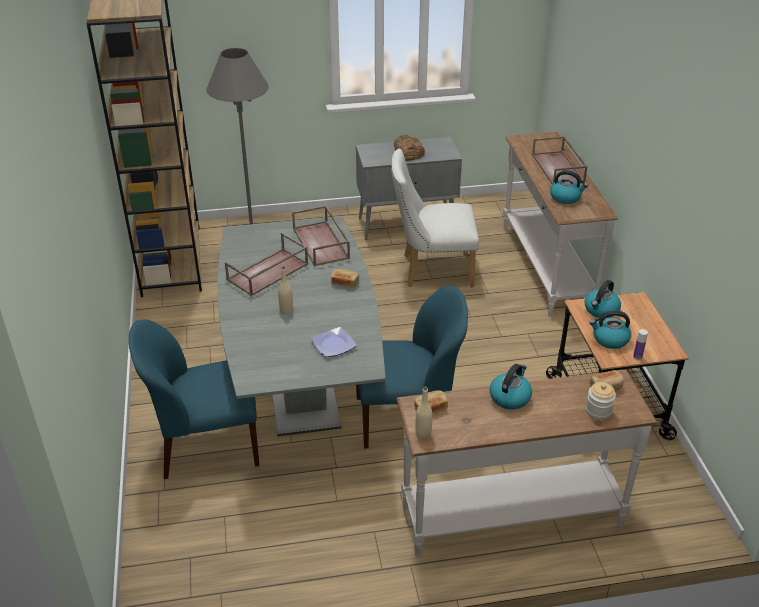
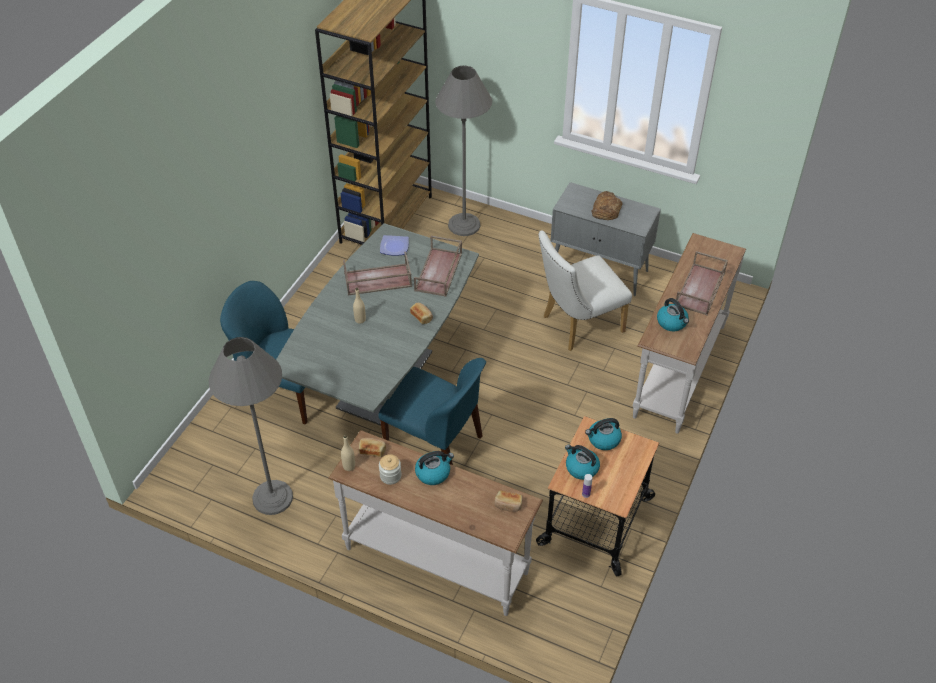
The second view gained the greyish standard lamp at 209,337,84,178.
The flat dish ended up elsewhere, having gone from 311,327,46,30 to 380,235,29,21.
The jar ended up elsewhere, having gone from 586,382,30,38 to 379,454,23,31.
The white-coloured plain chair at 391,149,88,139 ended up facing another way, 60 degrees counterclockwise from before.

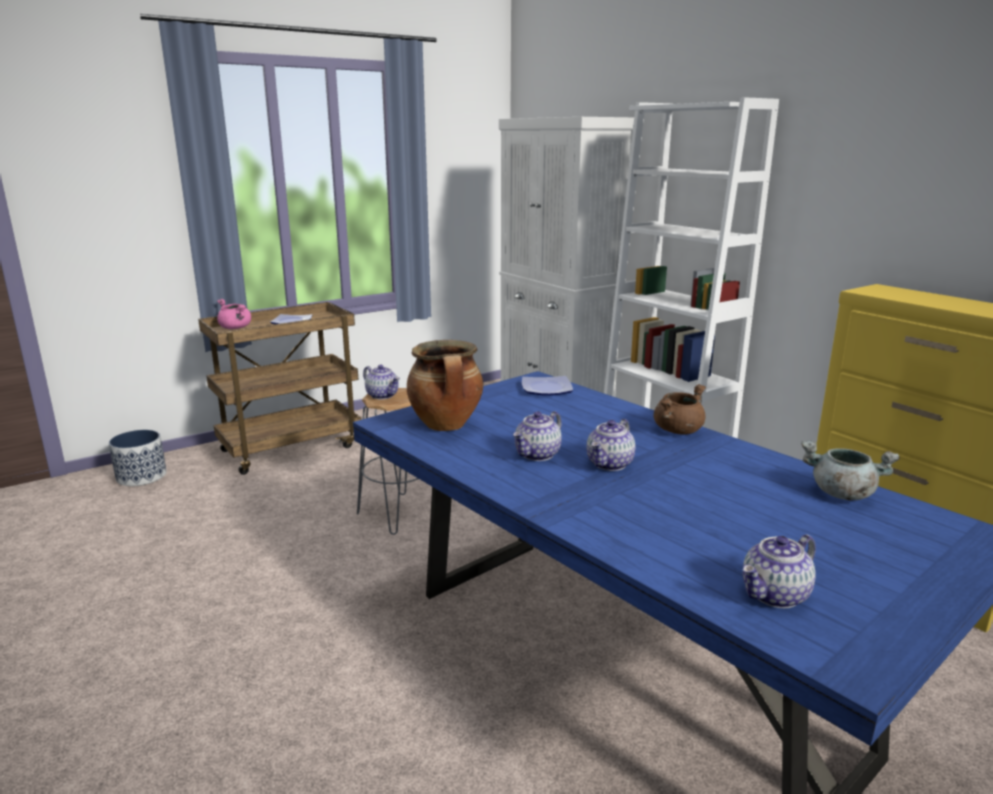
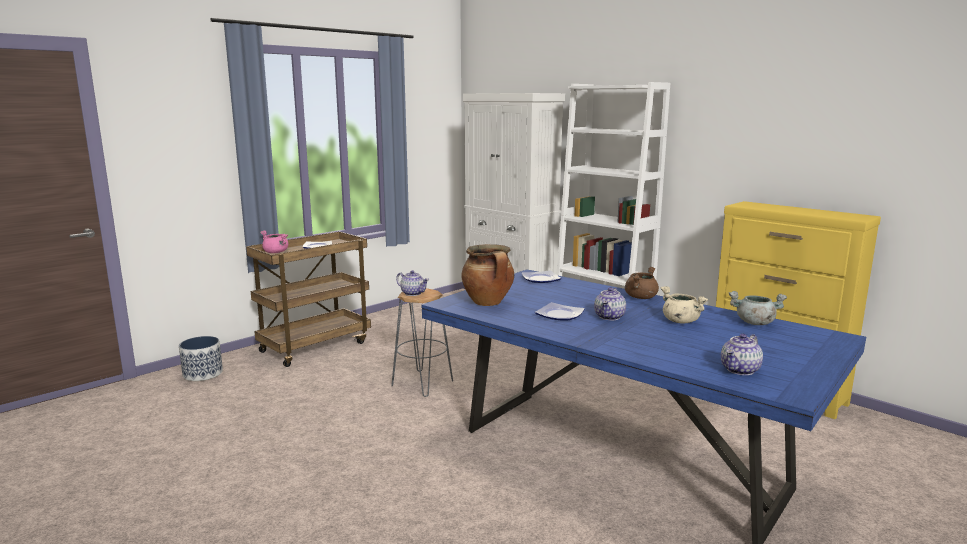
The second view gained the beige saucepot at 660,286,48,38.
Where the tea pot stood at 513,411,49,50, the flat dish came to stand at 535,302,50,19.

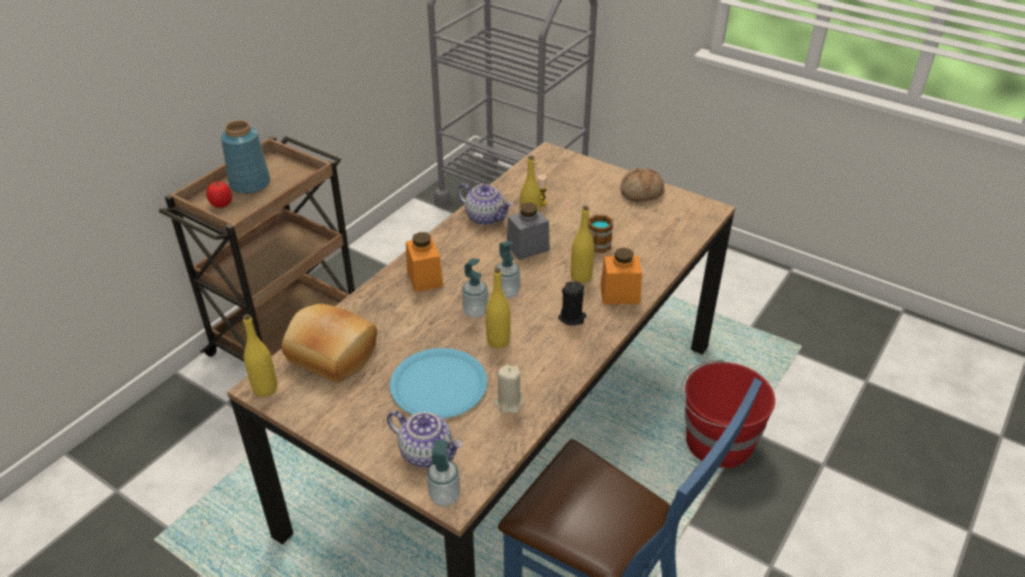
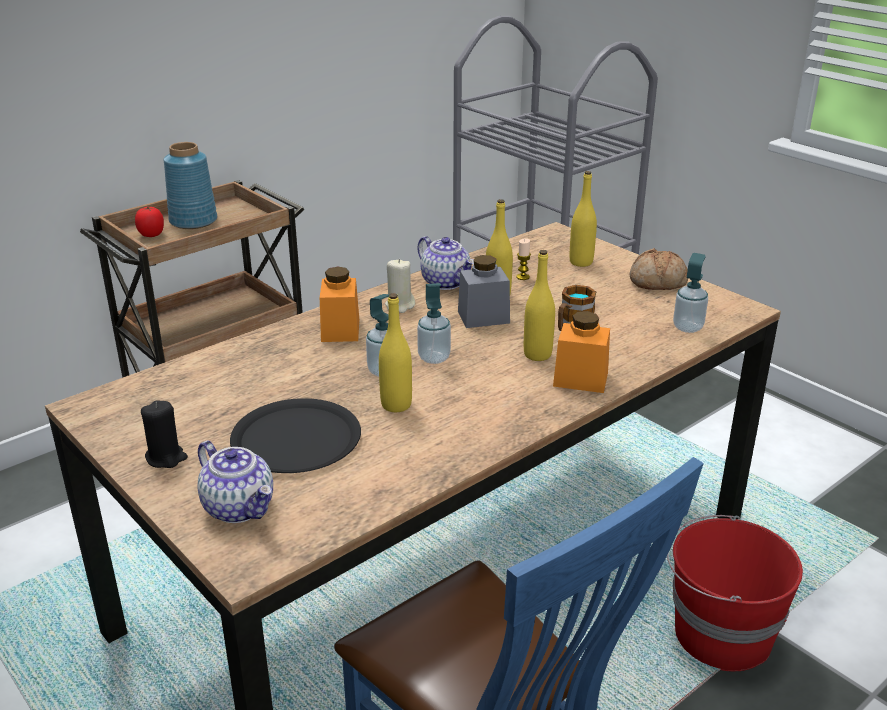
The second view lost the bakery bread at 282,304,95,79.
The yellow bottle ended up elsewhere, having gone from 243,314,34,83 to 570,171,27,96.
The soap bottle ended up elsewhere, having gone from 427,439,33,67 to 673,253,35,80.
The beige wax candle ended up elsewhere, having gone from 495,364,29,50 to 385,259,30,54.
The black-coloured wax candle ended up elsewhere, having gone from 558,282,28,44 to 141,401,47,67.
What was the blue flat dish at 390,348,97,71 turned into the black-coloured flat dish at 230,398,131,75.

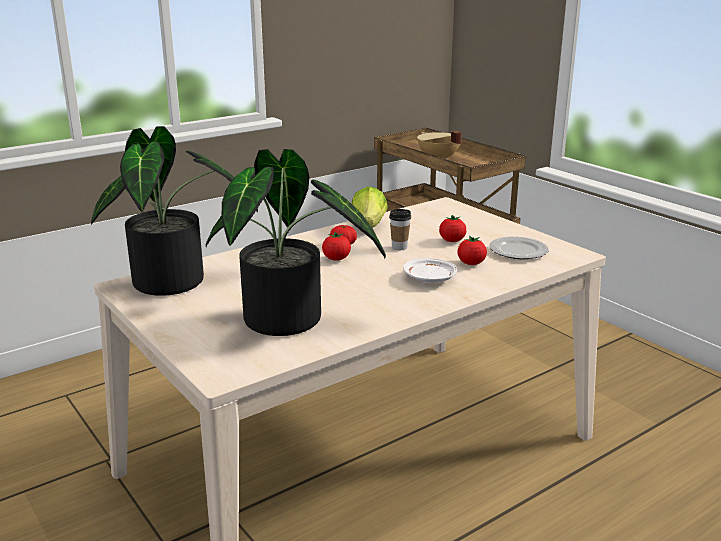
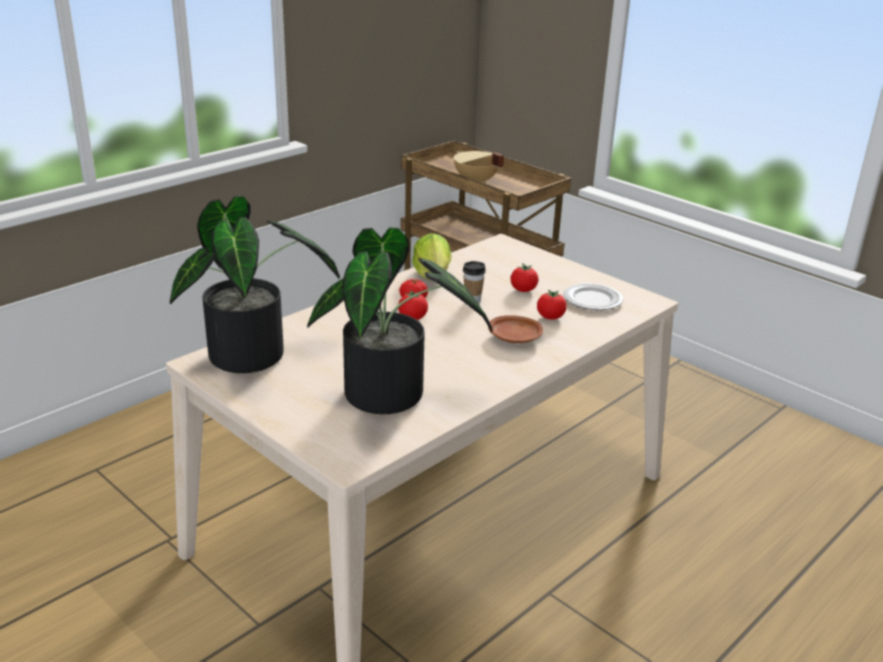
What was the white-coloured flat dish at 403,258,54,25 turned into the brown flat dish at 488,315,55,28.

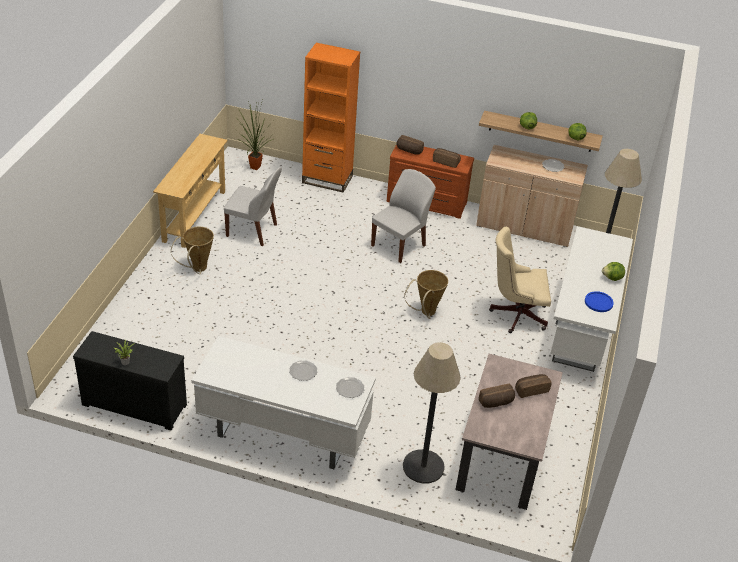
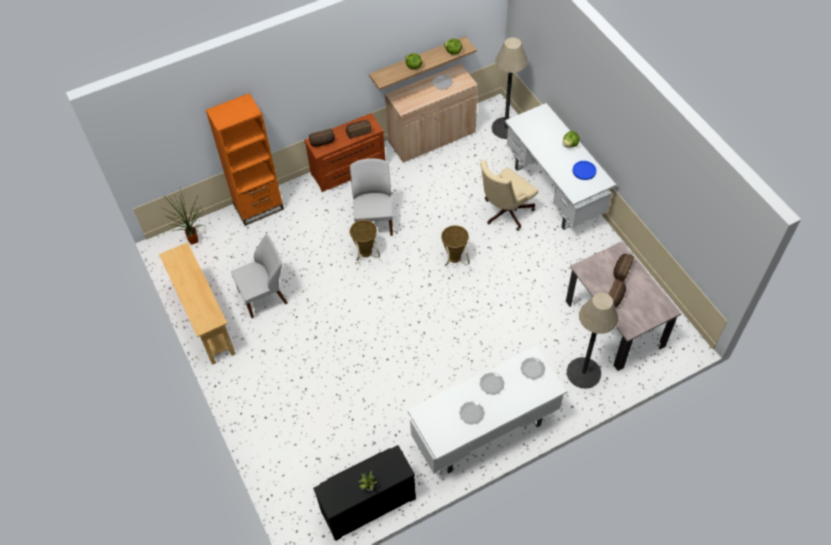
The second view gained the flat dish at 459,401,26,24.
The basket ended up elsewhere, having gone from 171,227,43,47 to 350,220,30,41.

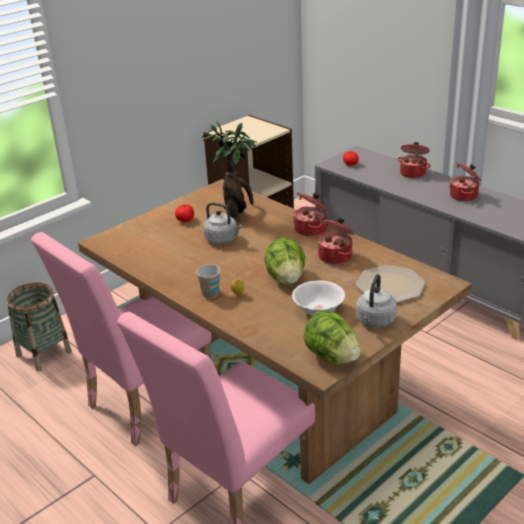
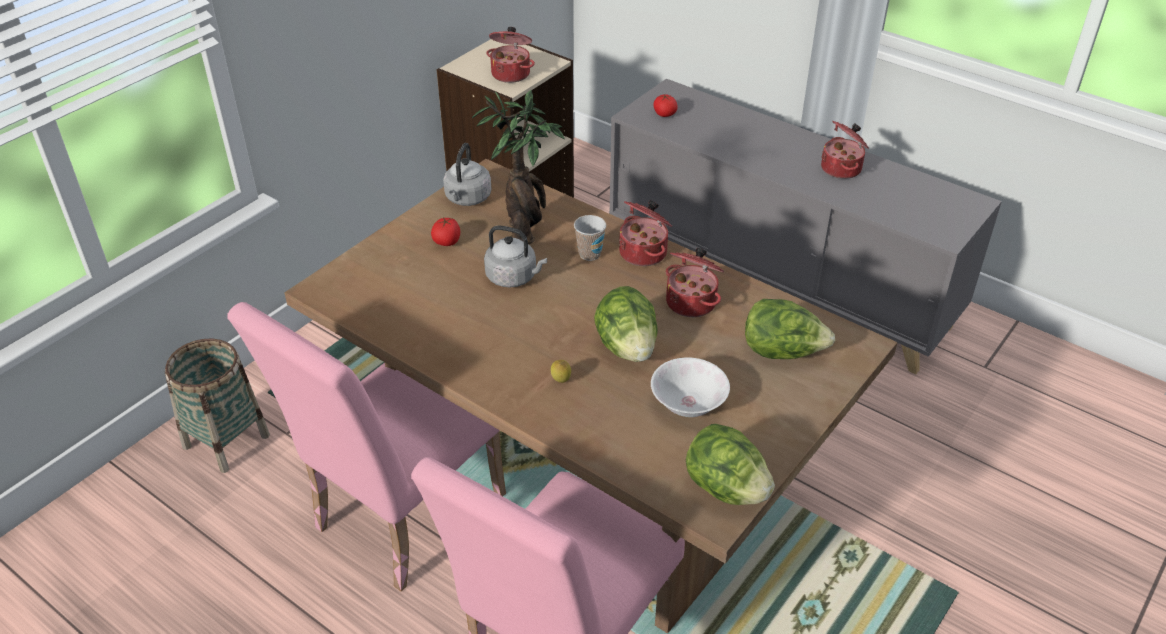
The cup ended up elsewhere, having gone from 196,264,25,35 to 574,215,32,46.
The greyish kettle ended up elsewhere, having gone from 356,274,41,54 to 443,143,48,63.
The saucepot ended up elsewhere, having gone from 397,142,34,36 to 486,27,49,56.
Where the flat dish stood at 356,265,69,38, the head of lettuce came to stand at 745,299,90,60.

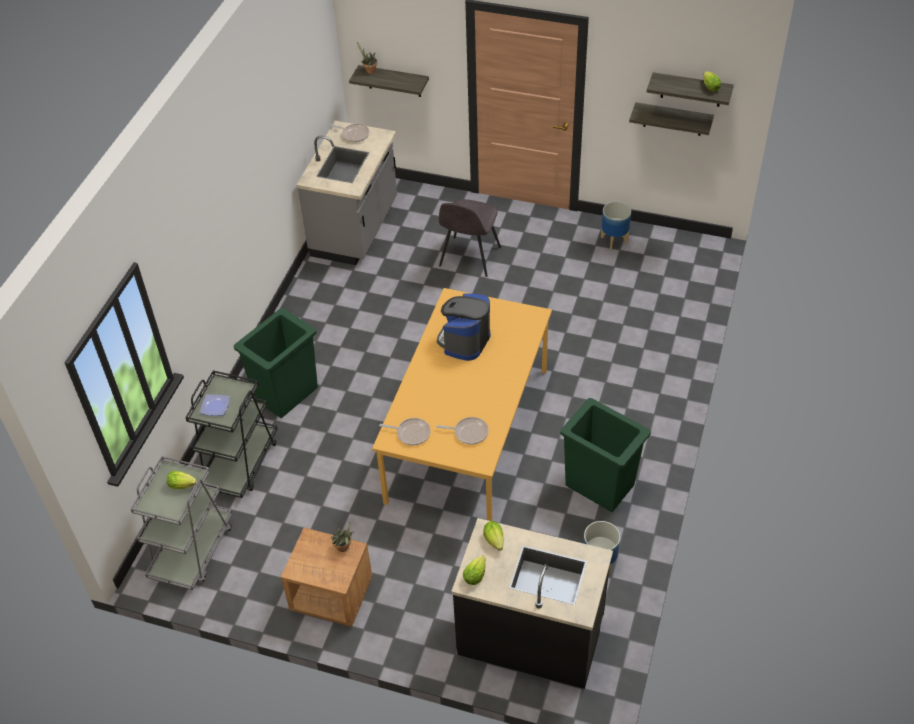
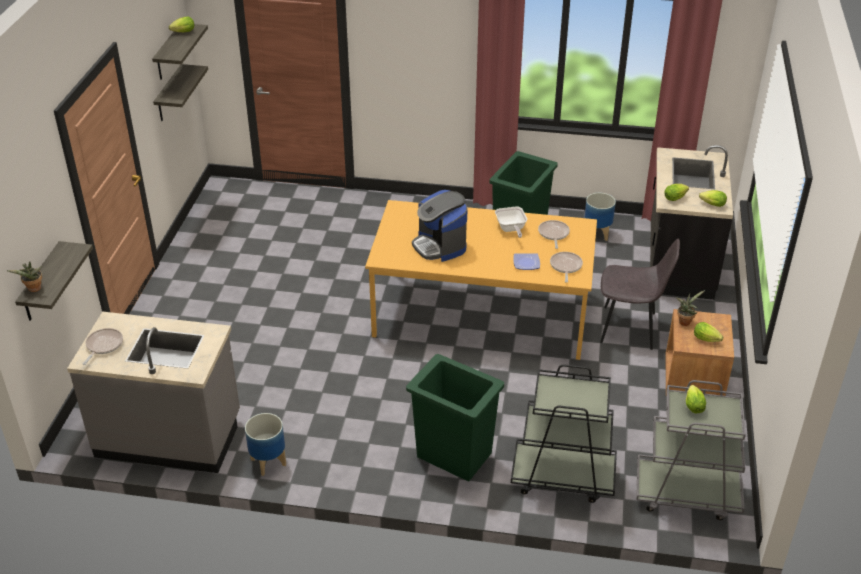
The second view gained the skillet at 495,207,32,31.
The second view gained the head of lettuce at 694,322,29,20.
The flat dish ended up elsewhere, having gone from 200,394,30,22 to 513,253,27,17.
The greyish plain chair ended up elsewhere, having gone from 439,199,62,78 to 600,238,80,112.
The planter ended up elsewhere, having gone from 601,201,30,48 to 245,413,41,63.
The coffee machine at 437,293,53,68 ended up facing another way, 45 degrees clockwise from before.

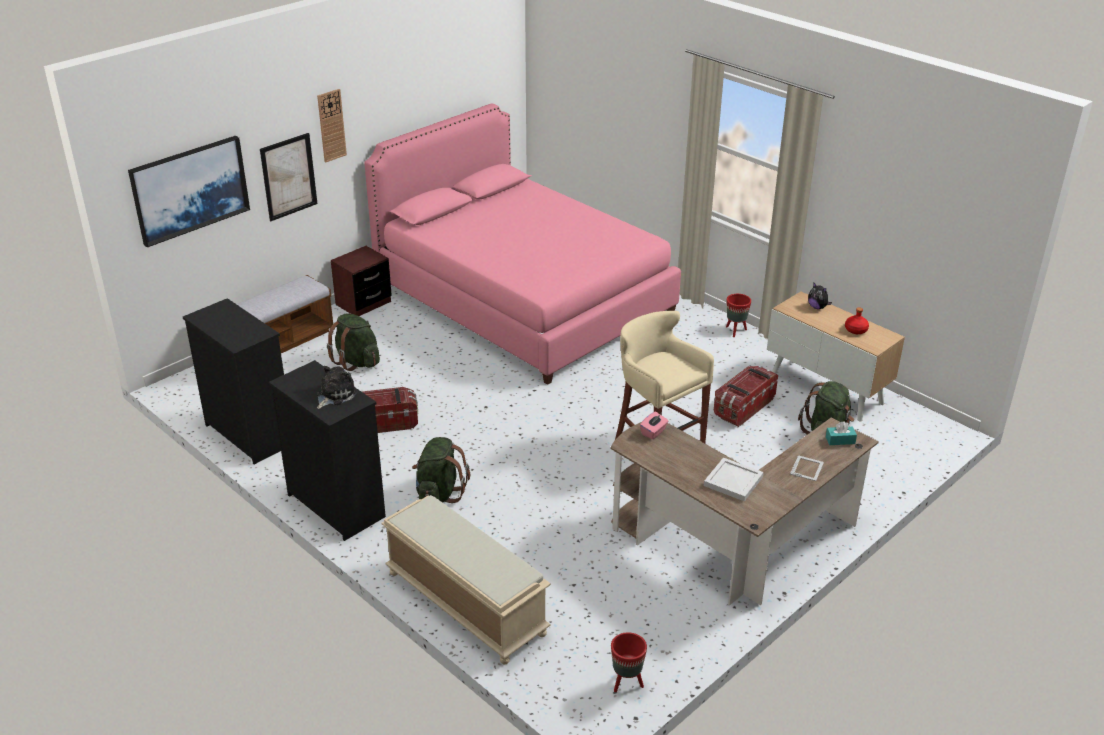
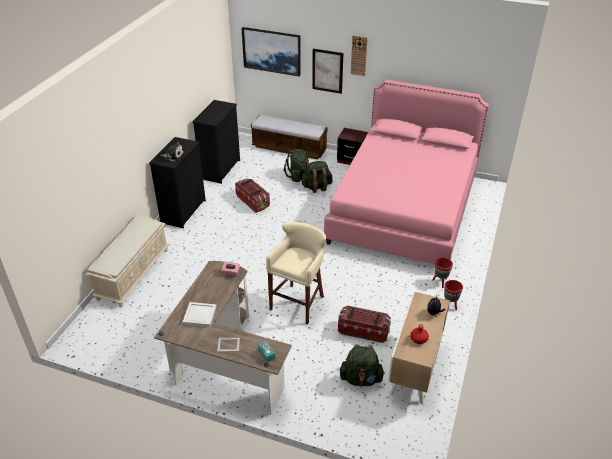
The green knapsack ended up elsewhere, having gone from 412,437,58,66 to 301,161,32,32.
The red-coloured planter ended up elsewhere, having gone from 611,632,36,60 to 433,257,20,31.

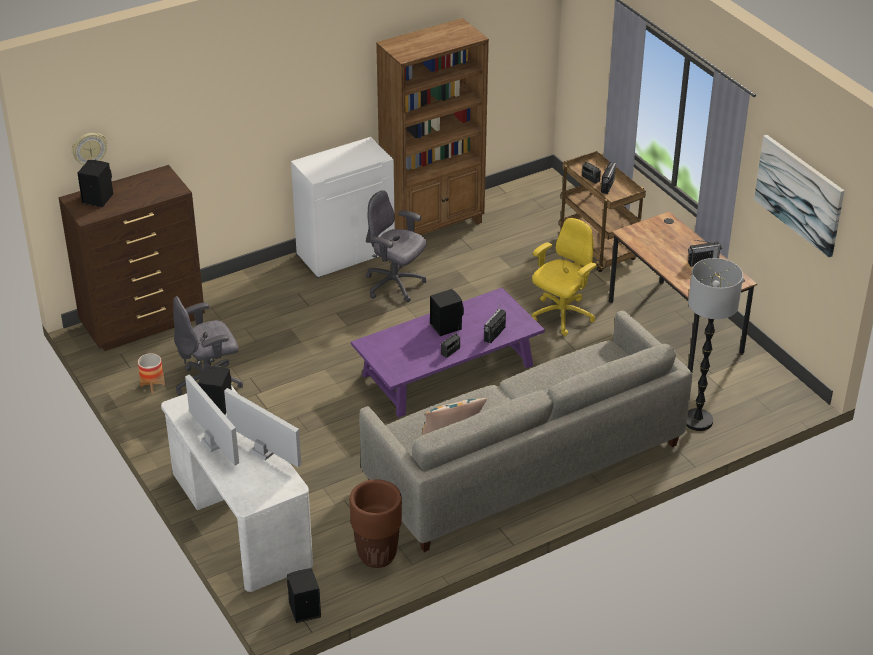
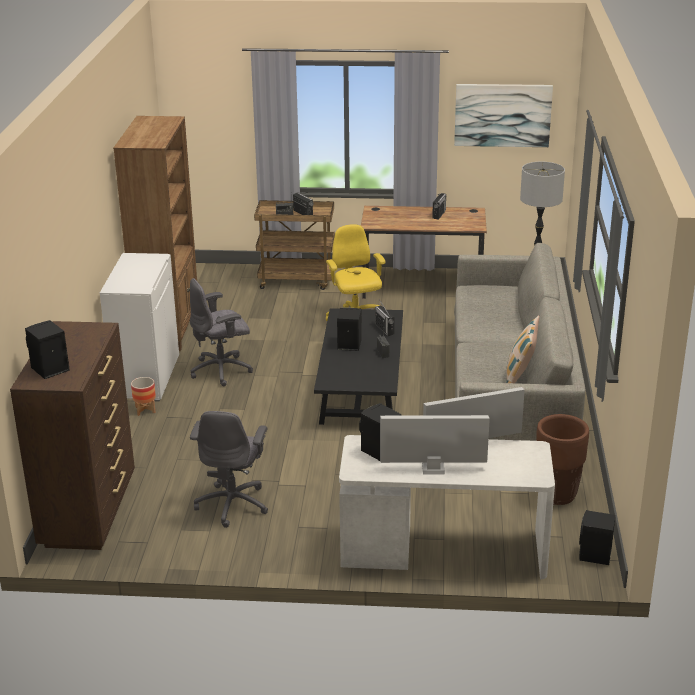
The second view lost the wall clock at 72,133,35,32.
The planter ended up elsewhere, having gone from 138,353,27,40 to 131,377,25,39.
What was the purple-coloured coffee table at 351,288,194,129 turned into the black-coloured coffee table at 314,308,89,117.

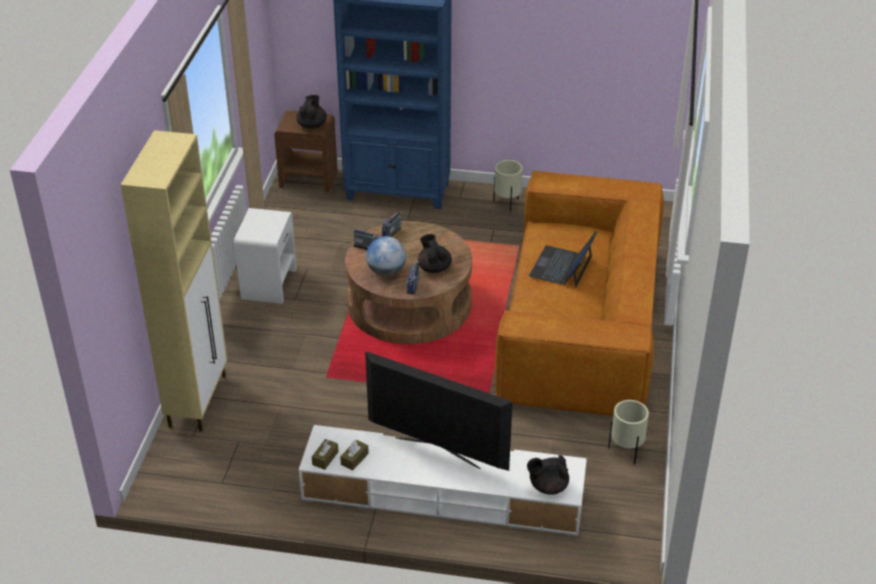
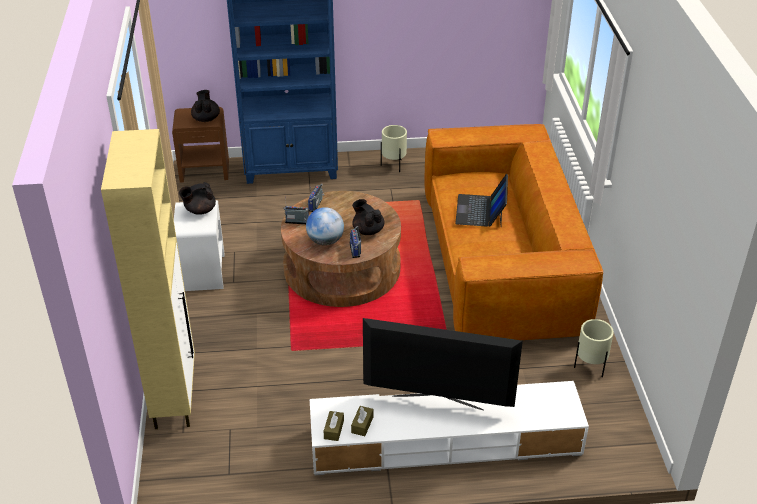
The black-coloured tea pot ended up elsewhere, having gone from 527,455,42,40 to 179,182,37,33.

